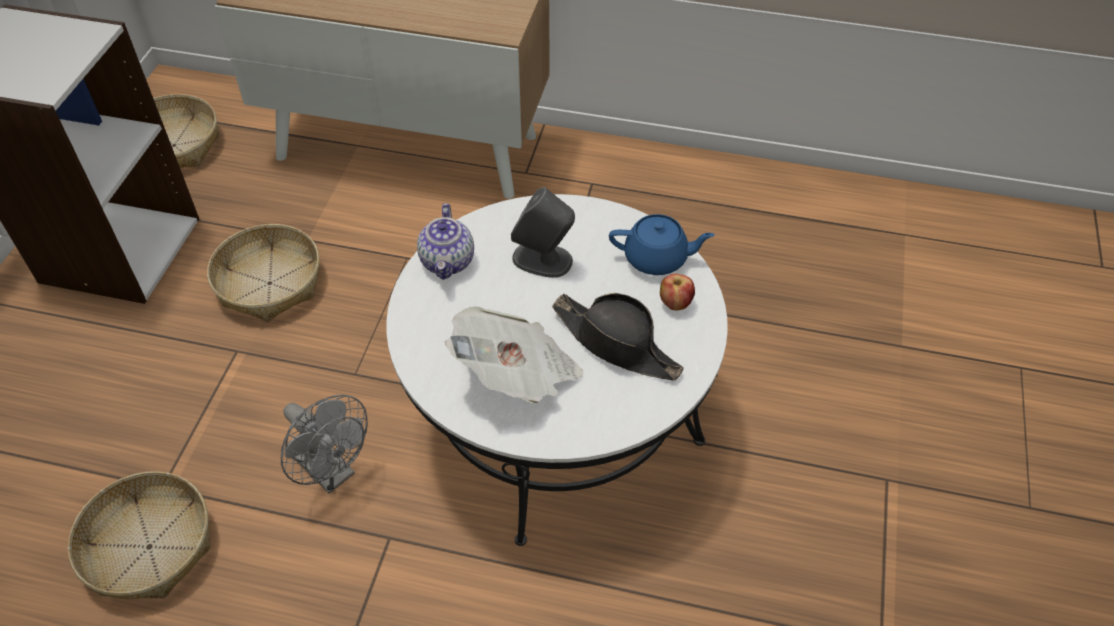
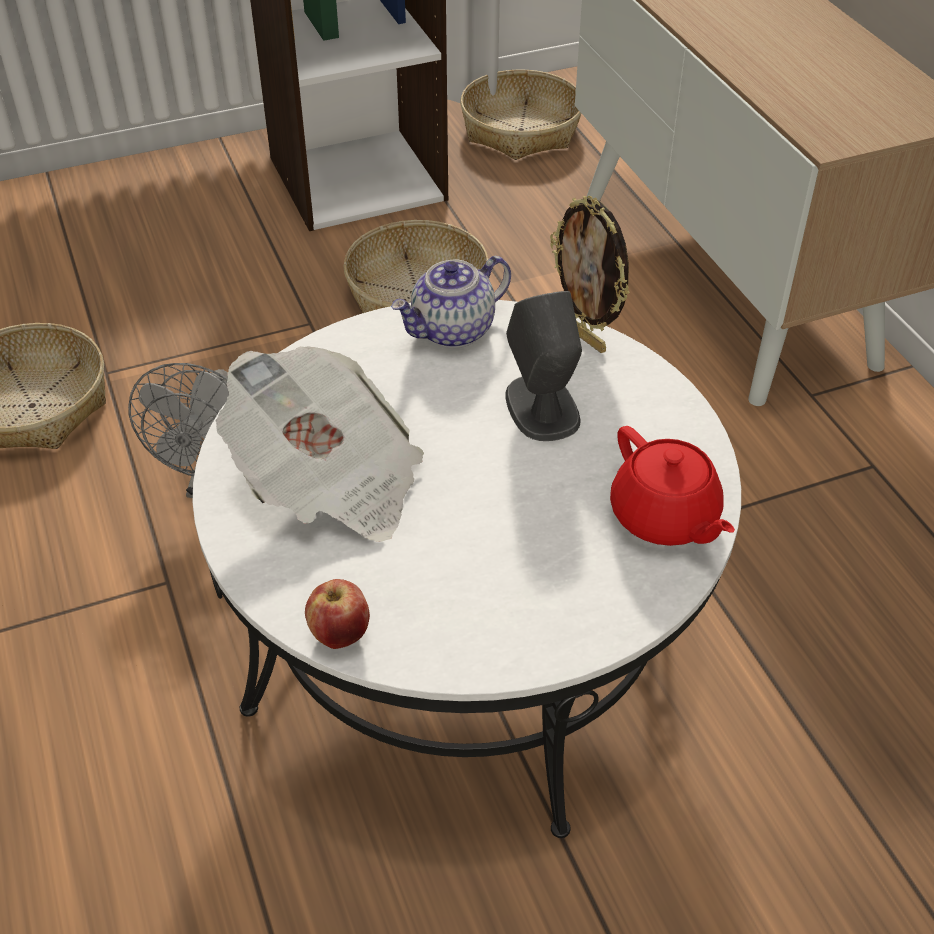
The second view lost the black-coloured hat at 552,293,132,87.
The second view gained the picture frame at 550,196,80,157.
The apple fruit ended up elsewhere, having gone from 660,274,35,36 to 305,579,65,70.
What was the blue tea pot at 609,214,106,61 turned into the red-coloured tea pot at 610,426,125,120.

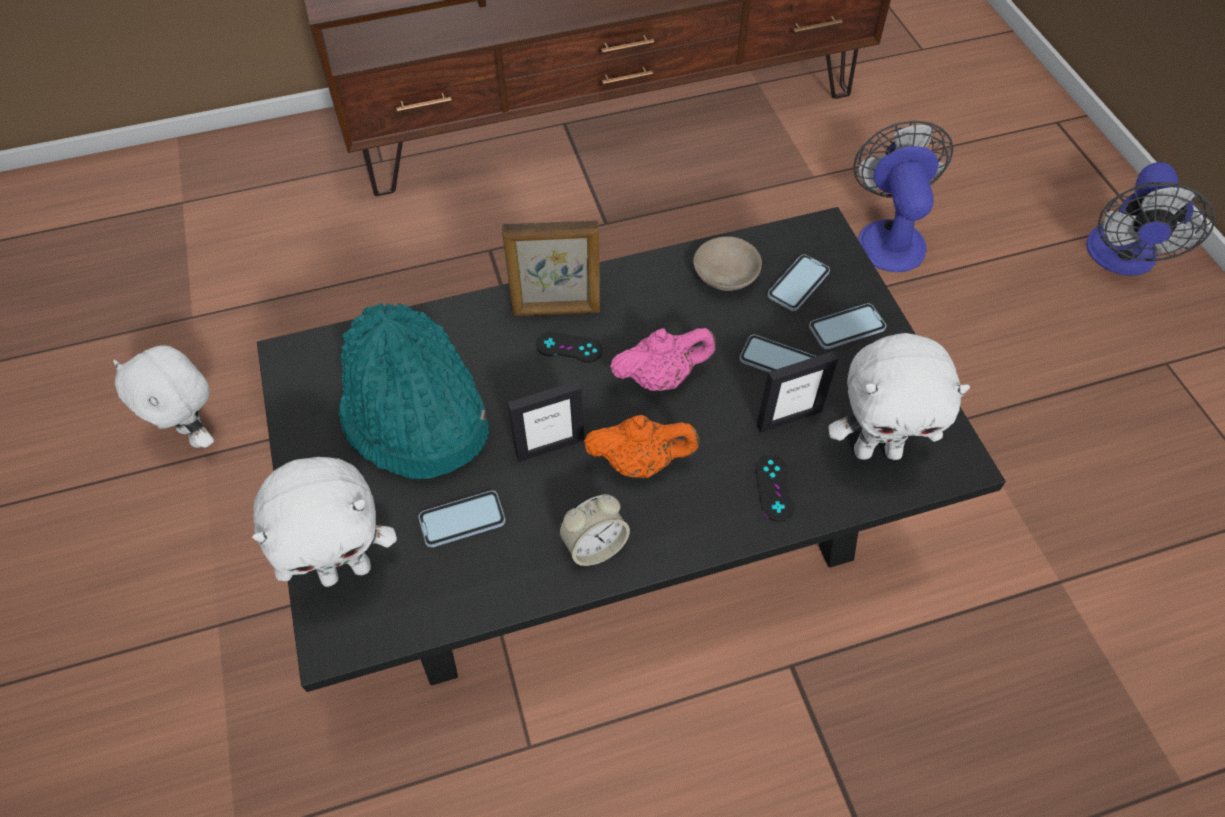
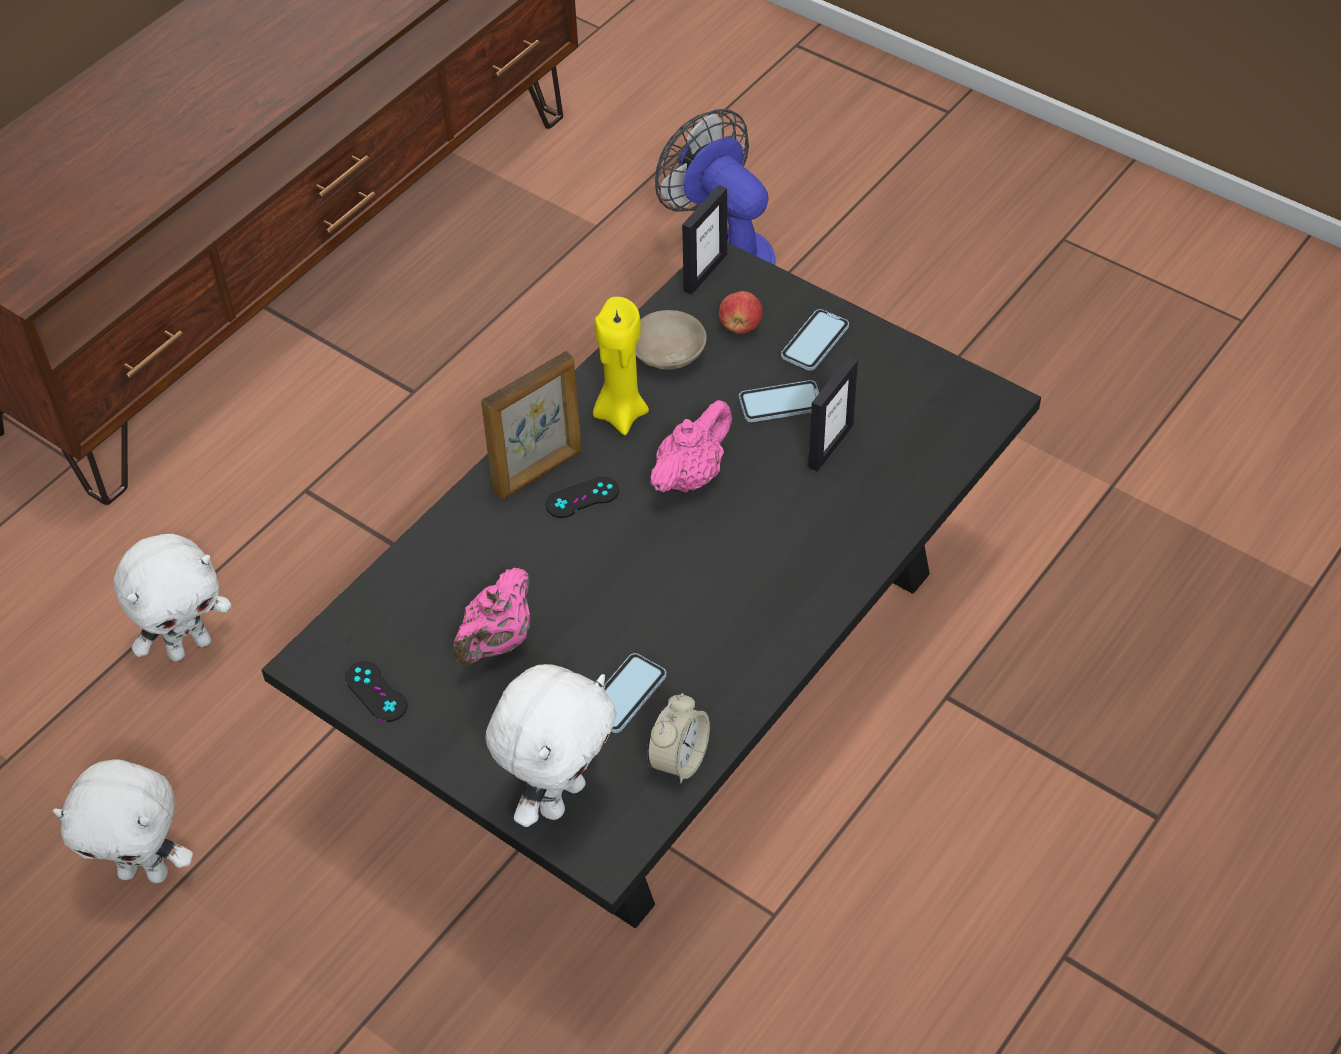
The second view lost the orange-coloured tea pot at 584,415,116,63.
The second view lost the fan at 1086,162,129,114.
The second view gained the yellow wax candle at 593,297,56,138.
The picture frame ended up elsewhere, having gone from 507,381,77,81 to 682,185,45,110.
The alarm clock ended up elsewhere, having gone from 559,494,71,72 to 647,693,63,90.
The black-coloured joypad ended up elsewhere, having gone from 755,455,39,67 to 345,661,62,61.
The white-coloured plush toy ended up elsewhere, having gone from 828,333,142,127 to 113,534,119,128.
Where the turquoise-coloured hat stood at 339,303,150,176, the pinkish tea pot came to stand at 453,568,77,98.
Where the handset stood at 767,255,63,56, the apple fruit came to stand at 719,291,43,43.

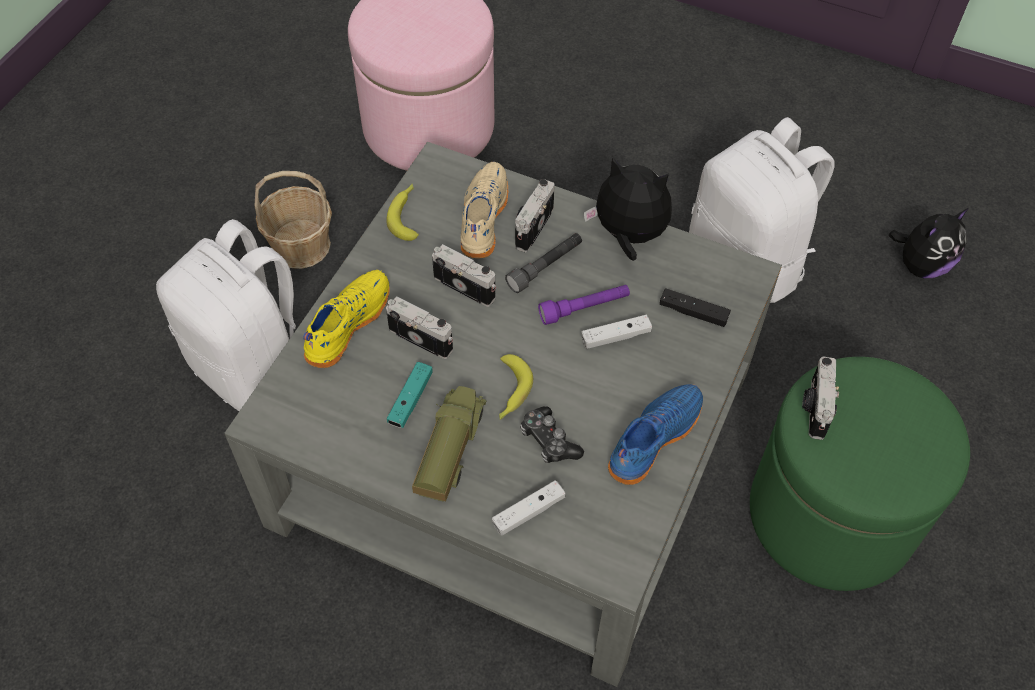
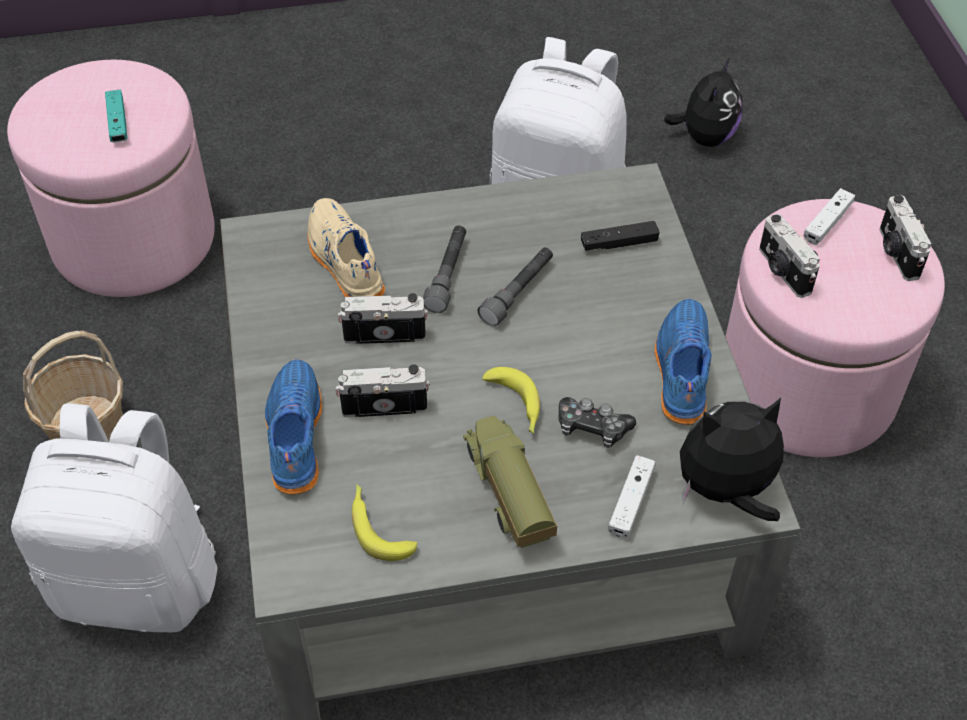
The whole banana ended up elsewhere, having gone from 386,184,33,57 to 352,484,65,77.
The turquoise-coloured joypad ended up elsewhere, having gone from 387,362,46,66 to 105,90,23,52.
The photo camera ended up elsewhere, having gone from 515,179,40,73 to 880,195,51,86.
The white-coloured joypad ended up elsewhere, having gone from 581,315,71,34 to 804,188,51,57.
The plush toy ended up elsewhere, having gone from 584,157,88,104 to 680,398,104,123.
What was the yellow item of footwear at 303,270,87,98 turned into the blue item of footwear at 265,359,57,136.
What was the purple-coloured torch at 538,285,92,40 turned into the greyish torch at 478,247,75,79.
What was the green pouffe at 750,357,220,234 turned into the pinkish pouffe at 725,199,220,258.

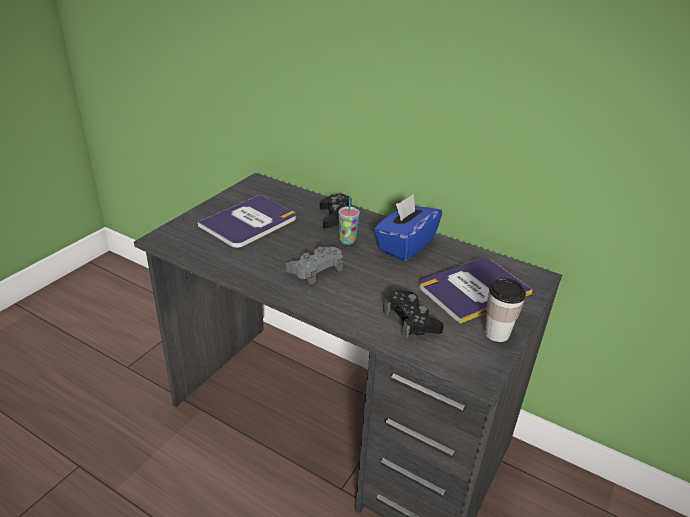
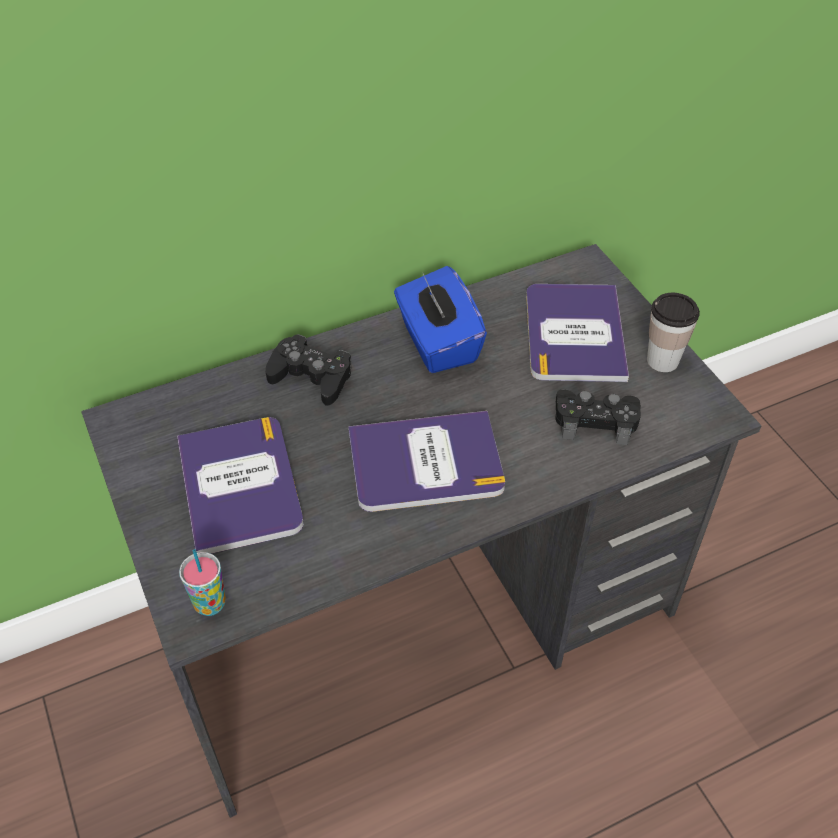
The cup ended up elsewhere, having gone from 338,196,22,49 to 179,549,47,67.
Where the greyish joypad stood at 285,246,58,39, the volume came to stand at 348,411,157,101.

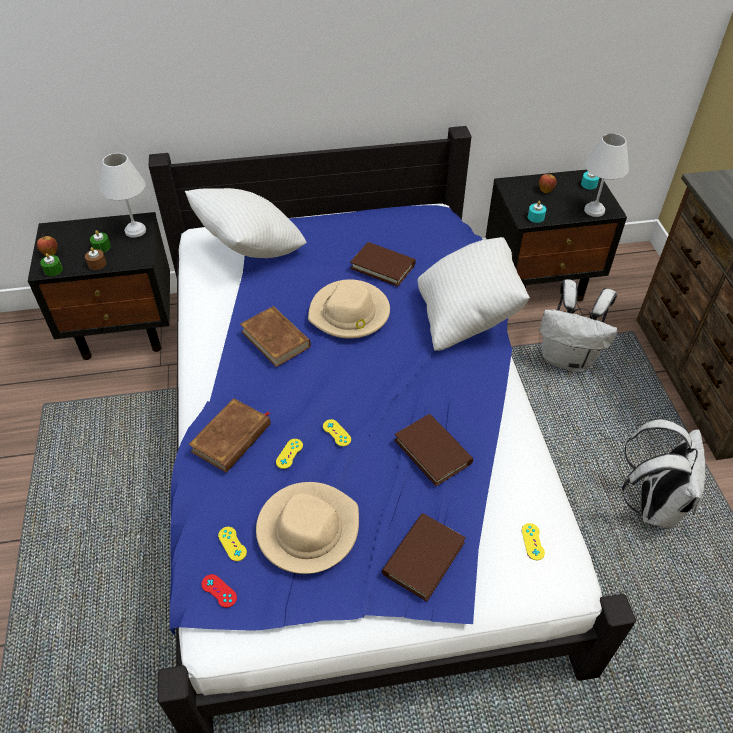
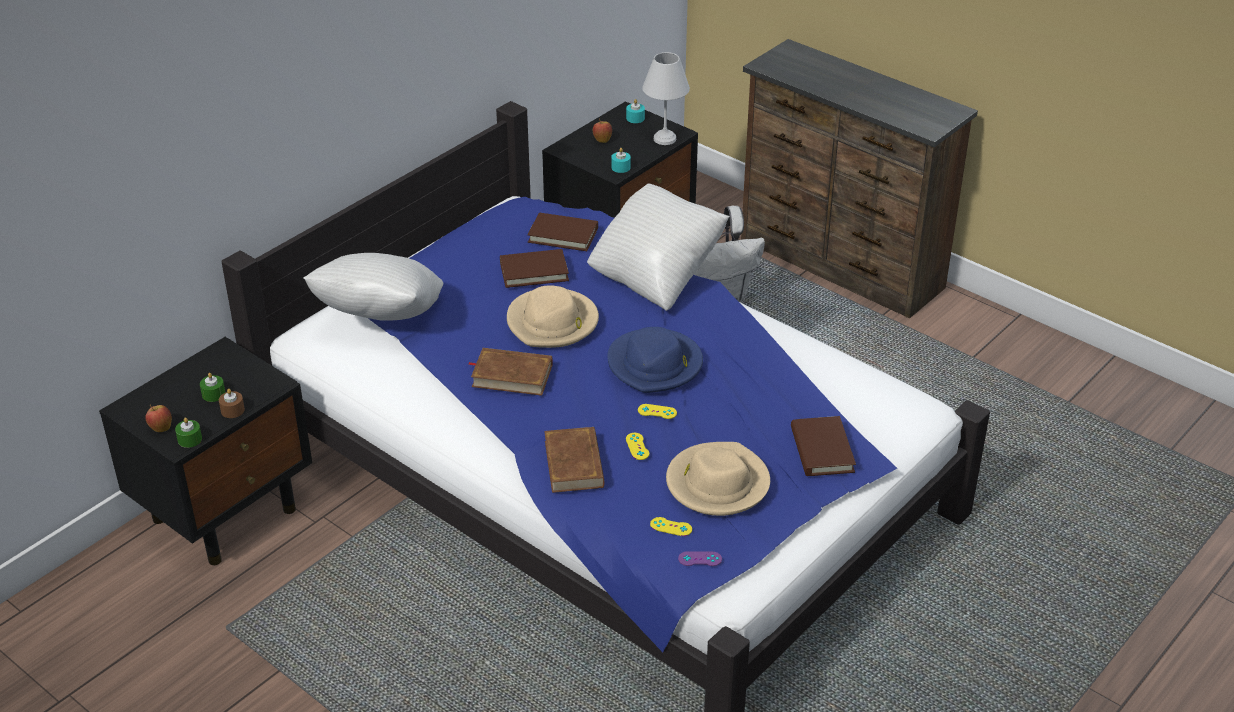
The second view lost the white-coloured table lamp at 100,153,46,85.
The second view lost the yellow joypad at 522,523,23,37.
The second view lost the white-coloured knapsack at 622,419,83,109.
The second view gained the blue hat at 608,327,95,66.
The brown volume ended up elsewhere, having gone from 394,414,79,72 to 527,213,71,38.
What was the red-coloured joypad at 201,574,36,34 turned into the purple-coloured joypad at 678,551,44,15.

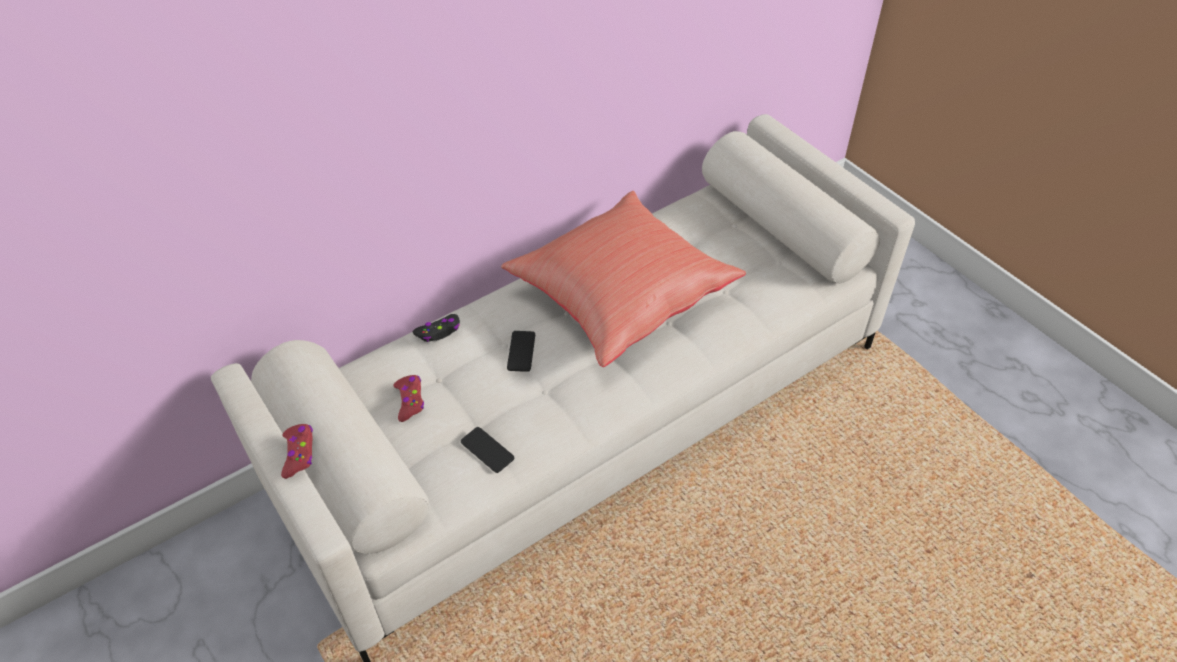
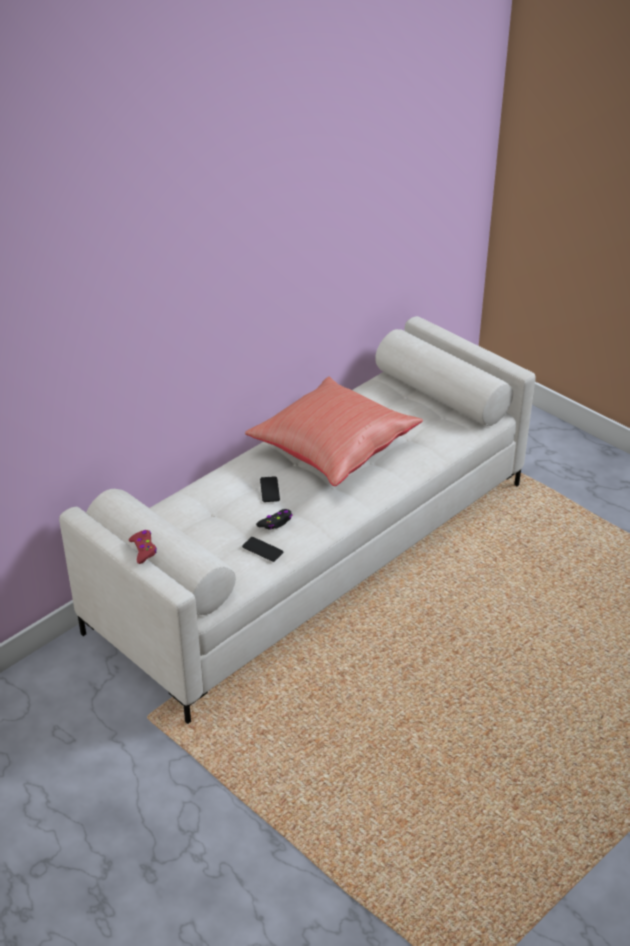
The second view lost the red-coloured joypad at 393,375,31,47.
The black-coloured joypad ended up elsewhere, having gone from 413,314,47,28 to 256,509,37,21.

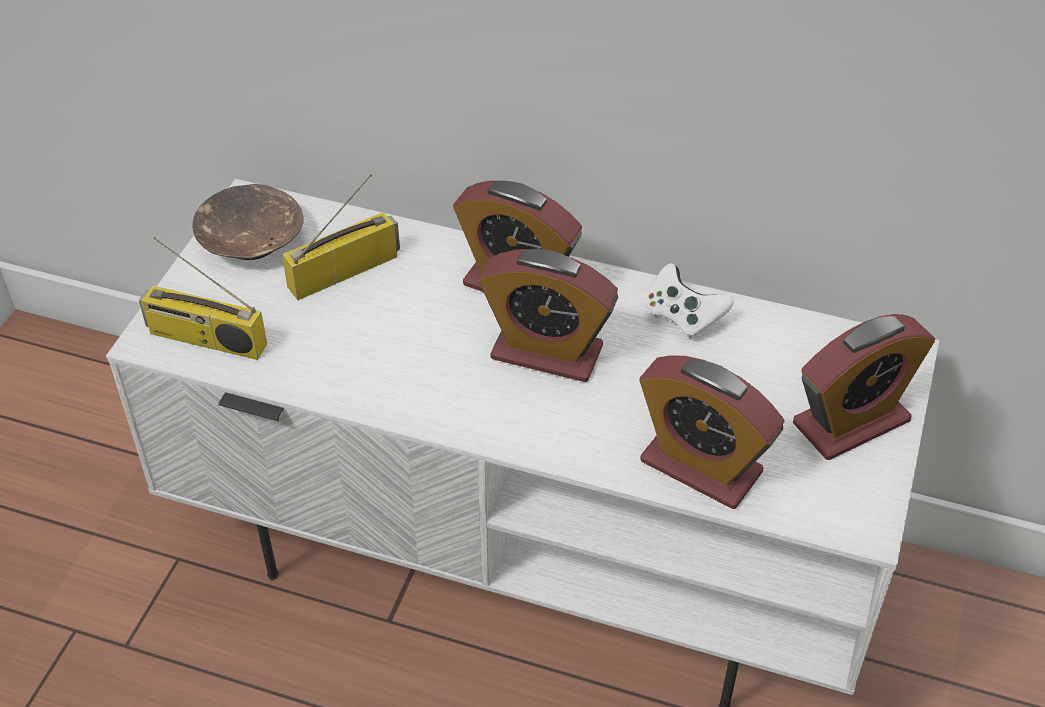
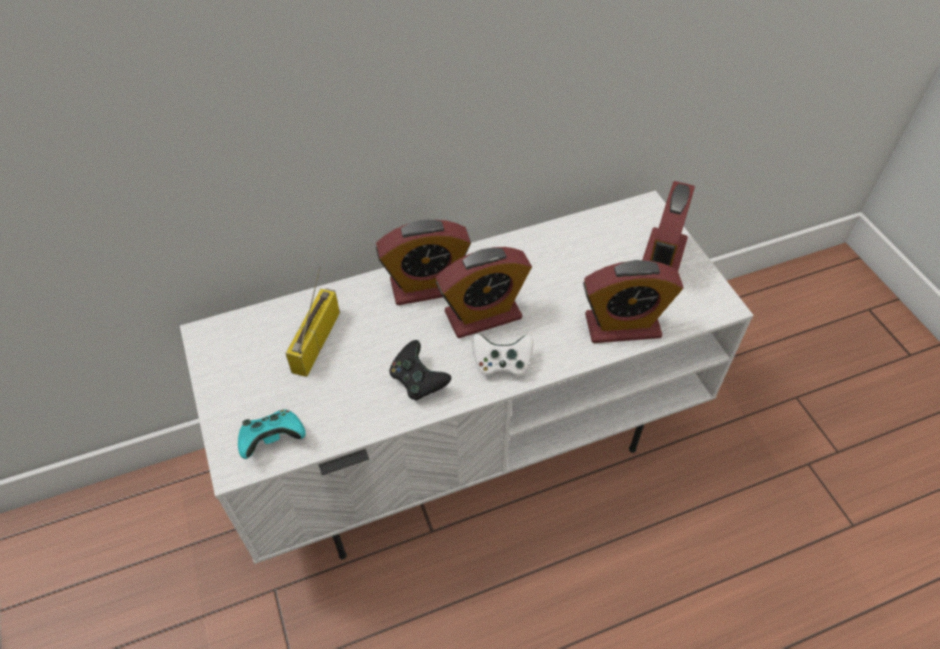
The second view lost the brown bowl at 192,184,111,76.
The second view gained the black-coloured joypad at 389,340,62,61.
The white-coloured joypad ended up elsewhere, having gone from 645,263,89,76 to 472,334,61,42.
Where the radio stood at 139,237,128,123, the turquoise-coloured joypad came to stand at 238,410,68,49.

